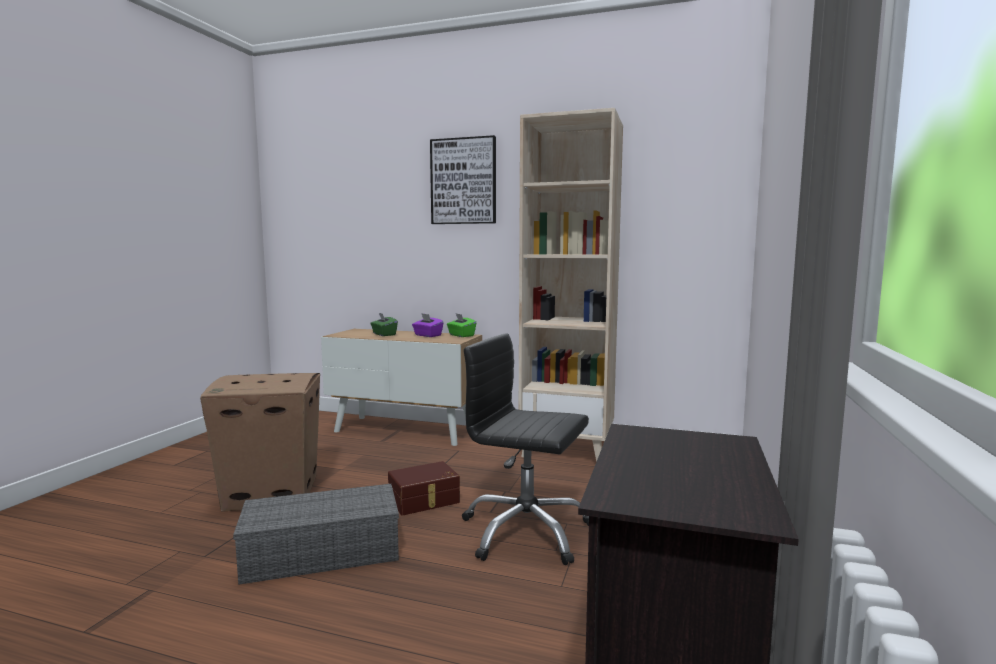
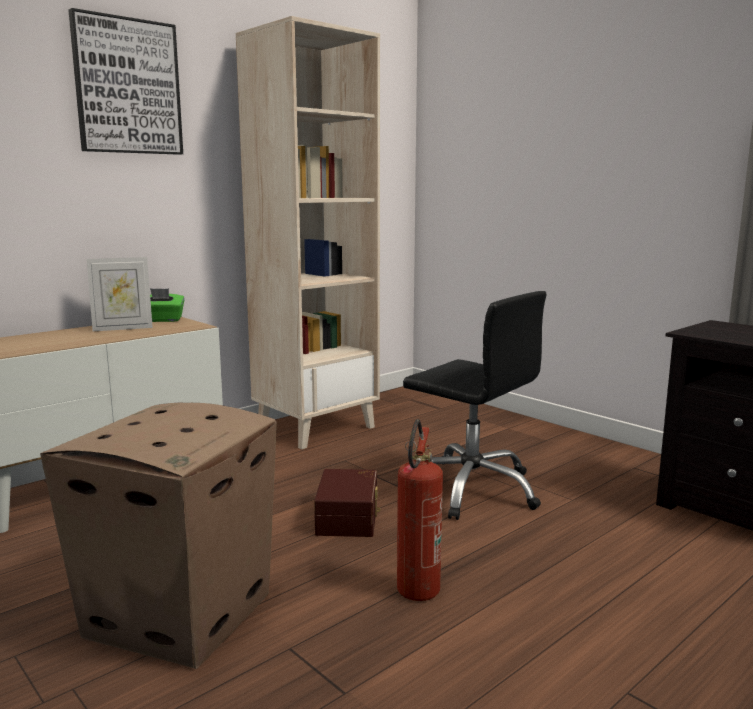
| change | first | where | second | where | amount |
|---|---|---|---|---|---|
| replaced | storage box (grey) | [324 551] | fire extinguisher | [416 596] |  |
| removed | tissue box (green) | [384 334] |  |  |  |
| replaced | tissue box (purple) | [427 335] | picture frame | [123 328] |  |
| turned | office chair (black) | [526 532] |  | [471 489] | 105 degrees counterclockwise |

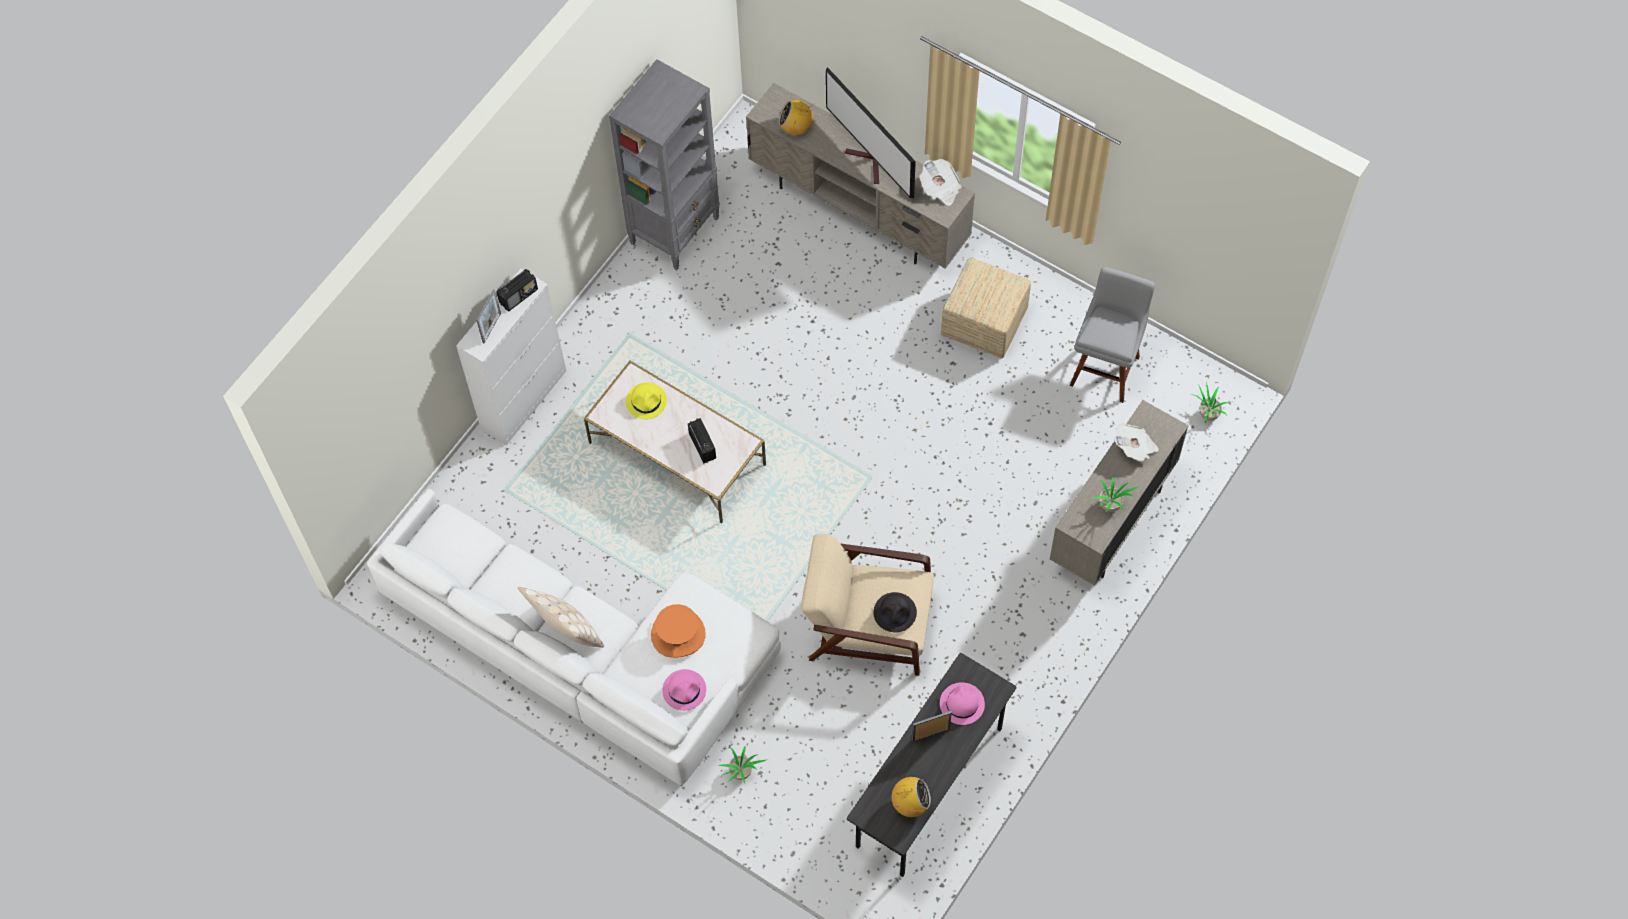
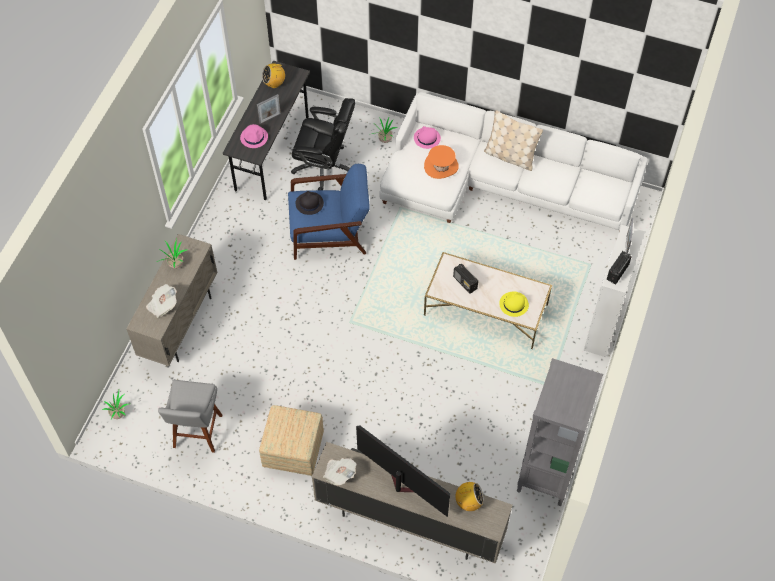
| change | first | where | second | where | amount |
|---|---|---|---|---|---|
| recoloured | armchair (beige) | [868 624] | armchair (blue) | [329 232] |  |
| added |  |  | office chair (black) | [324 167] |  |

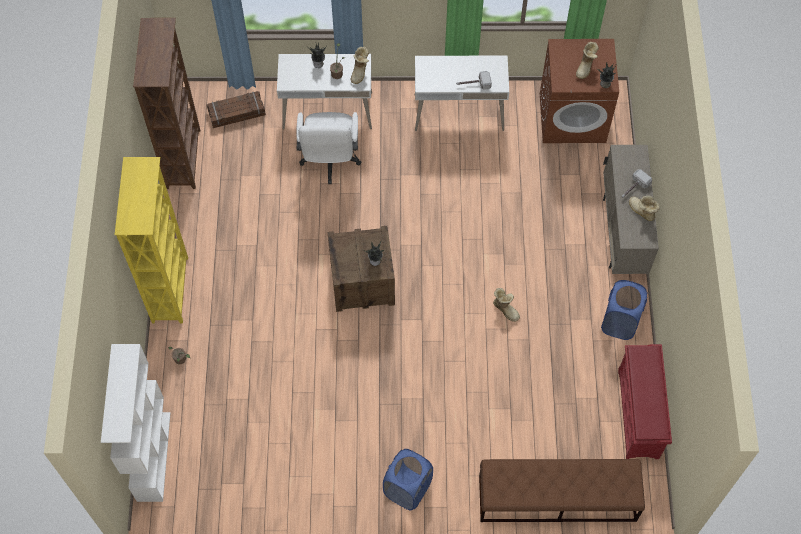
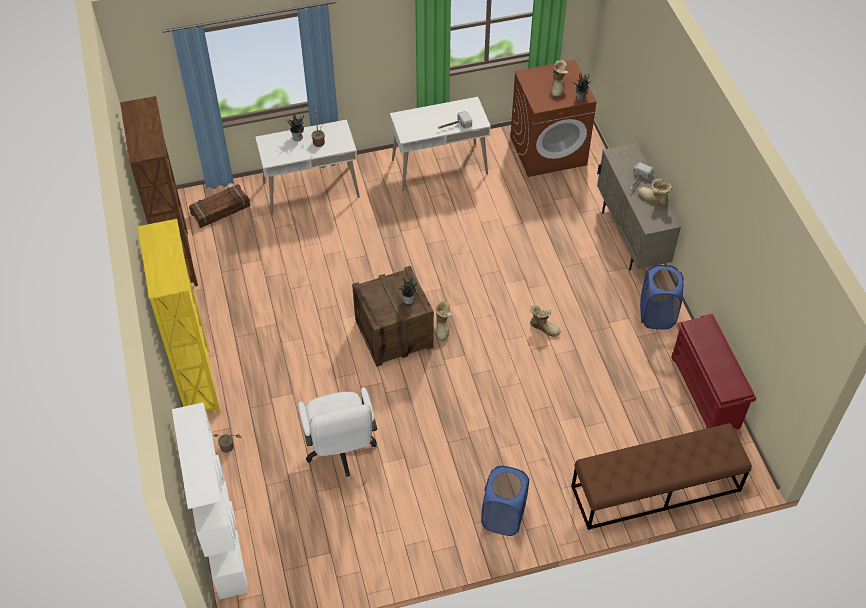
| change | first | where | second | where | amount |
|---|---|---|---|---|---|
| moved | office chair (white) | [330 162] |  | [340 450] |  |
| moved | boot | [360 72] |  | [443 328] |  |

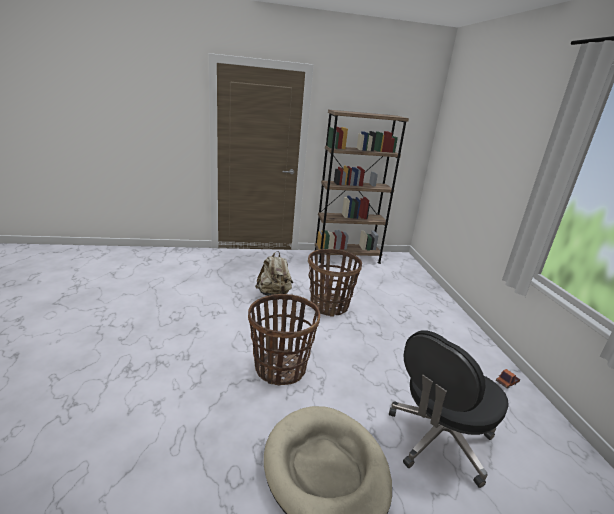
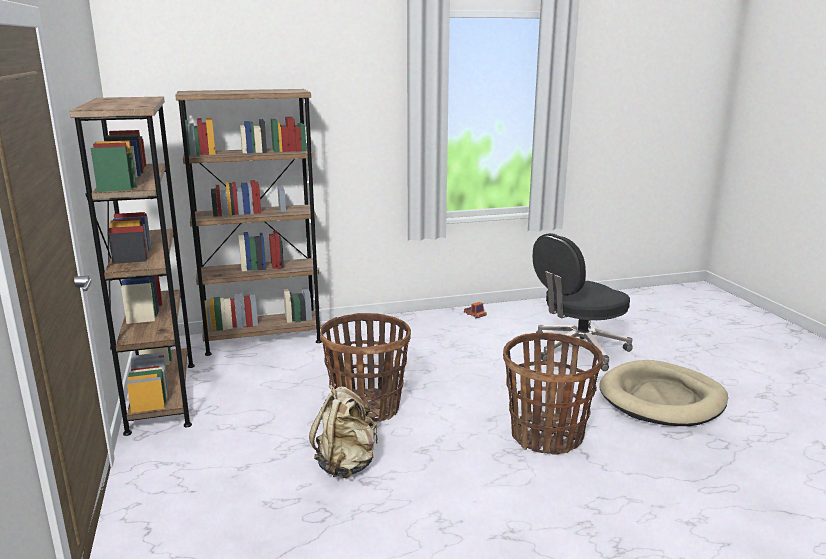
| change | first | where | second | where | amount |
|---|---|---|---|---|---|
| turned | office chair (black) | [438 439] |  | [578 350] | 105 degrees clockwise |
| added |  |  | bookcase (brown) | [263 339] |  |

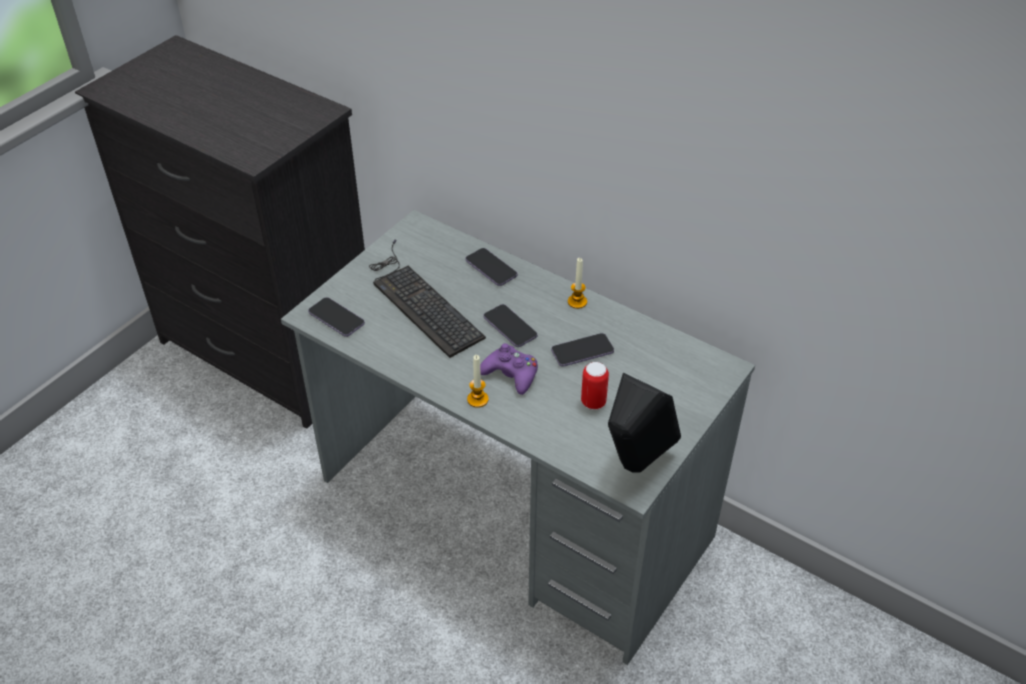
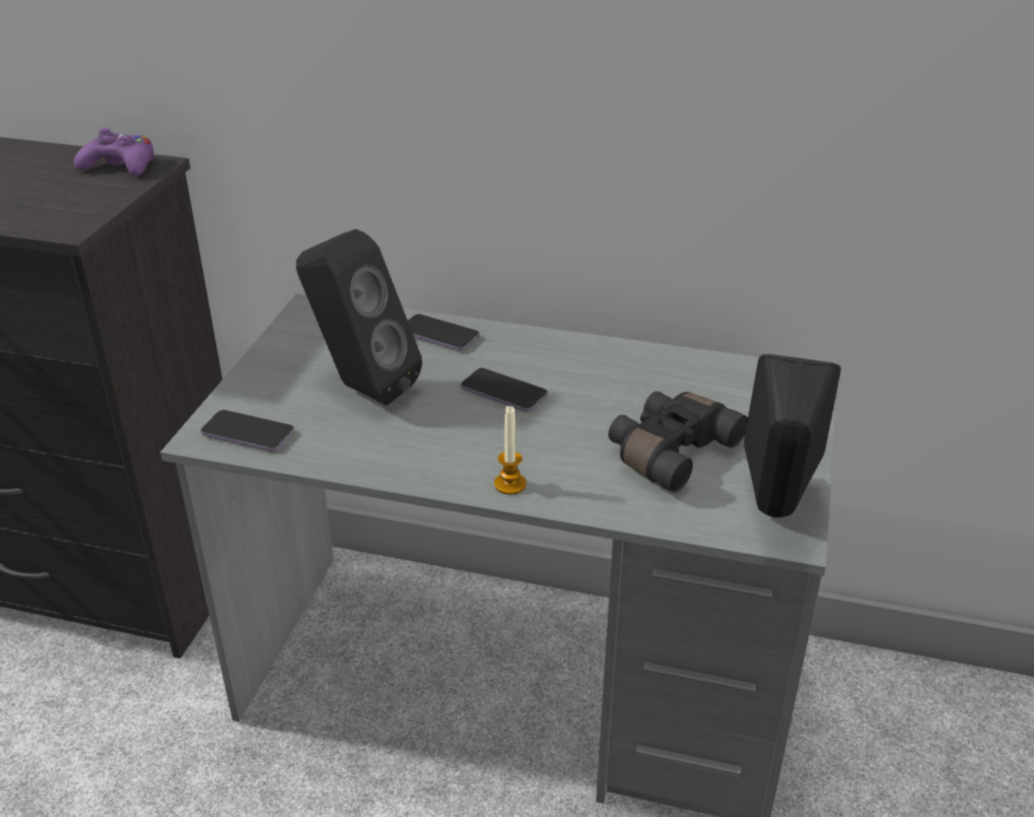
| change | first | where | second | where | amount |
|---|---|---|---|---|---|
| replaced | keyboard | [420 300] | speaker (black) | [360 388] |  |
| moved | game controller (purple) | [511 374] |  | [120 166] |  |
| removed | phone | [582 351] |  |  |  |
| removed | candle | [577 302] |  |  |  |
| replaced | can | [593 402] | binoculars (black) | [669 451] |  |

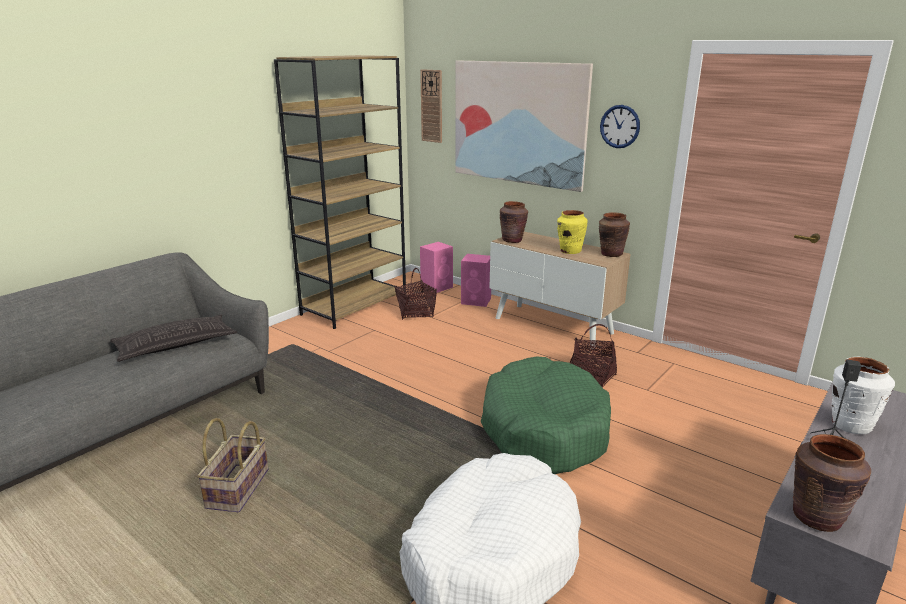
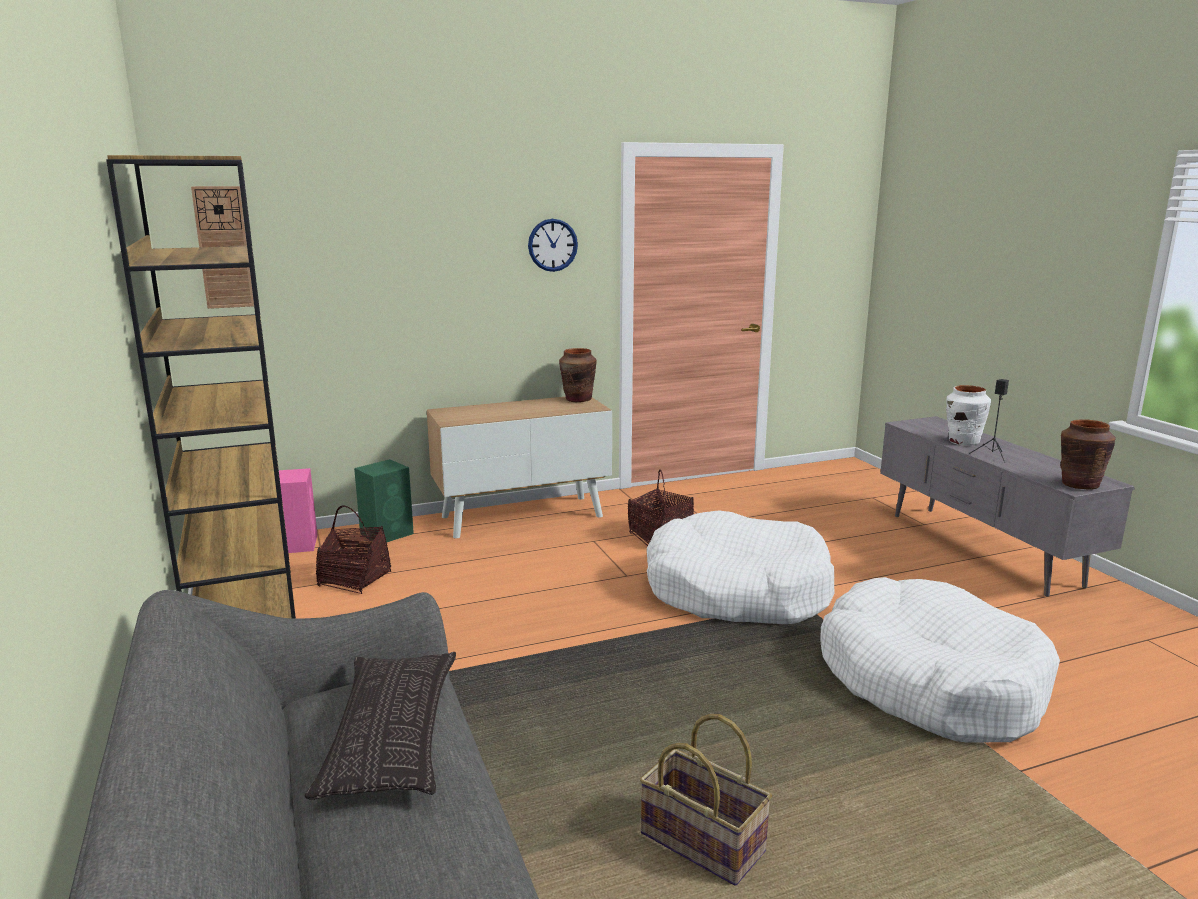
| change | first | where | second | where | amount |
|---|---|---|---|---|---|
| removed | picture | [518 123] |  |  |  |
| recoloured | speaker (pink) | [476 301] | speaker (green) | [388 534] |  |
| recoloured | dog bed (green) | [544 429] | dog bed (white) | [737 590] |  |
| removed | vase (brown) | [512 240] |  |  |  |
| removed | vase (yellow) | [570 251] |  |  |  |

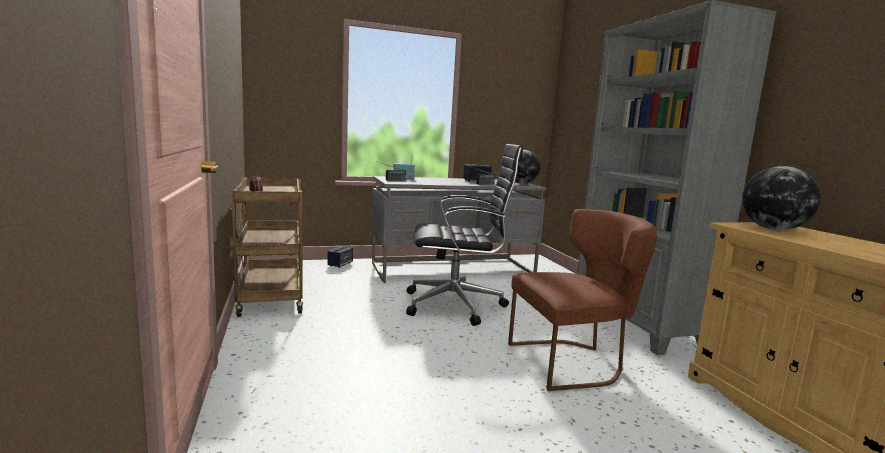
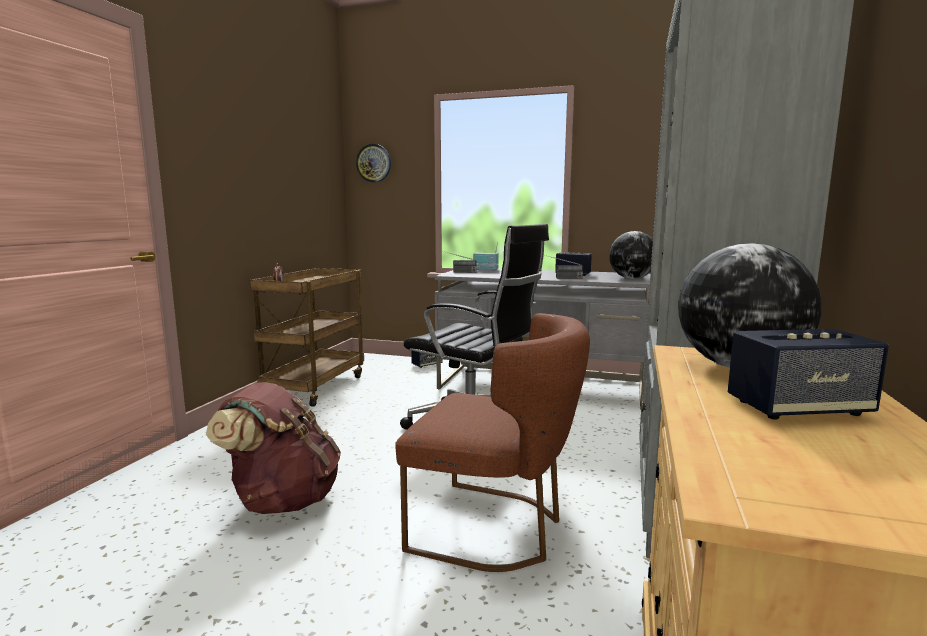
| change | first | where | second | where | amount |
|---|---|---|---|---|---|
| added |  |  | backpack (brown) | [282 500] |  |
| added |  |  | wall clock | [373 163] |  |
| added |  |  | speaker | [798 409] |  |

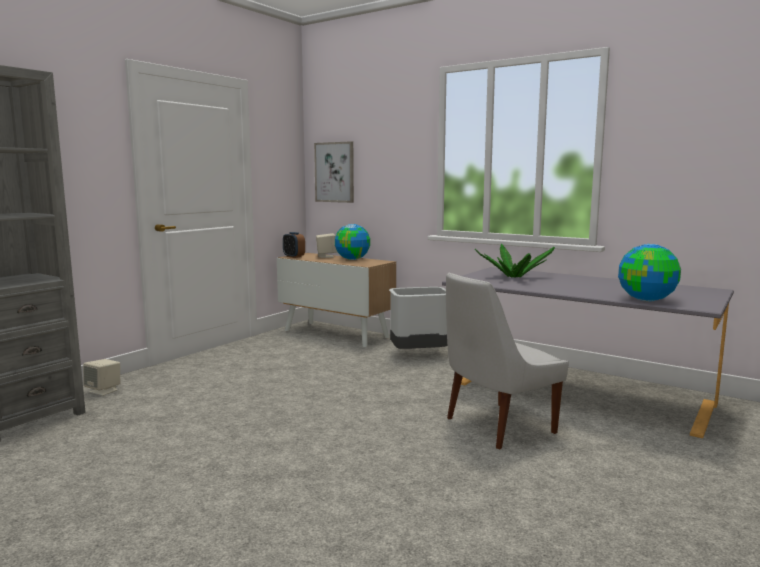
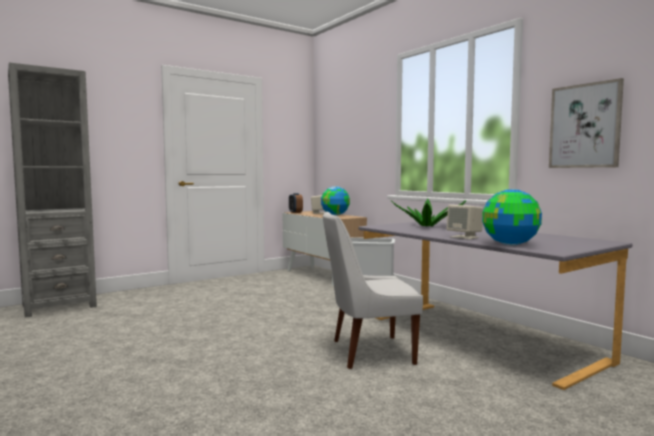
| change | first | where | second | where | amount |
|---|---|---|---|---|---|
| moved | speaker (beige) | [104 391] |  | [465 237] |  |
| moved | picture | [334 172] |  | [585 126] |  |

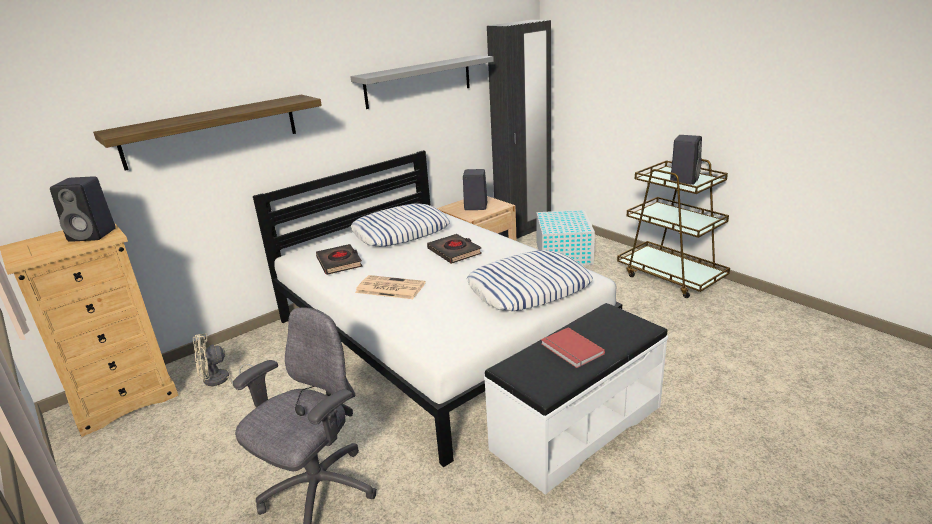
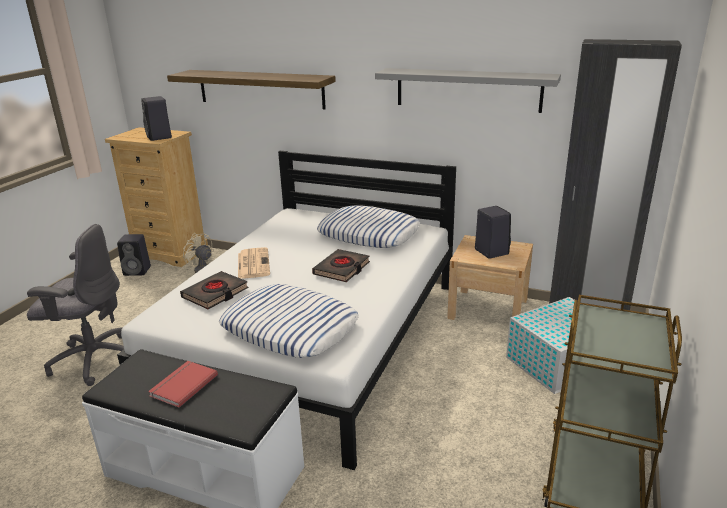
| change | first | where | second | where | amount |
|---|---|---|---|---|---|
| moved | book (black) | [339 262] |  | [215 294] |  |
| moved | speaker (black) | [684 179] |  | [138 271] |  |

